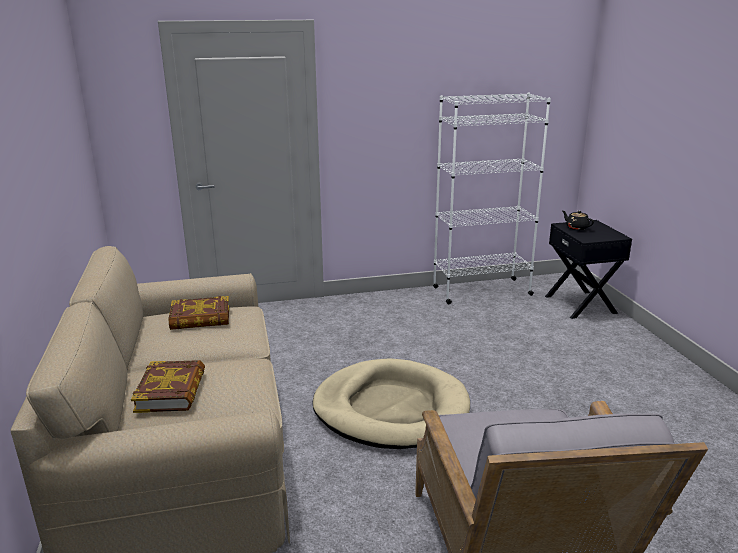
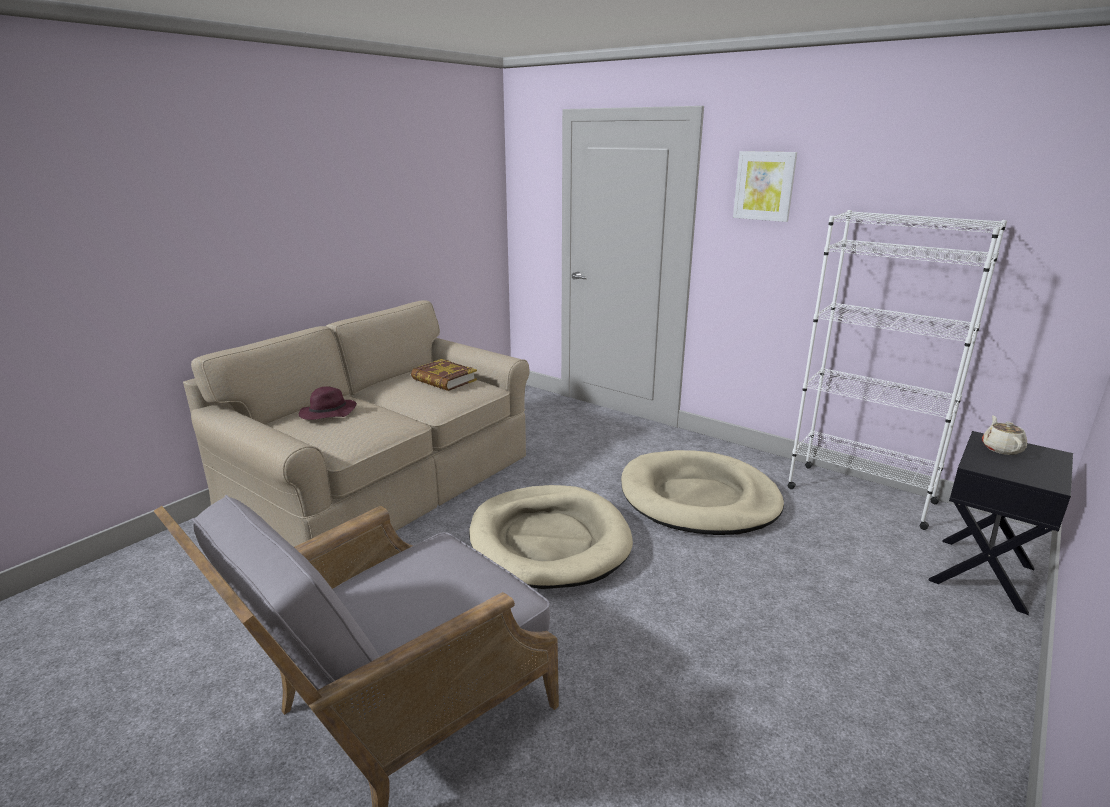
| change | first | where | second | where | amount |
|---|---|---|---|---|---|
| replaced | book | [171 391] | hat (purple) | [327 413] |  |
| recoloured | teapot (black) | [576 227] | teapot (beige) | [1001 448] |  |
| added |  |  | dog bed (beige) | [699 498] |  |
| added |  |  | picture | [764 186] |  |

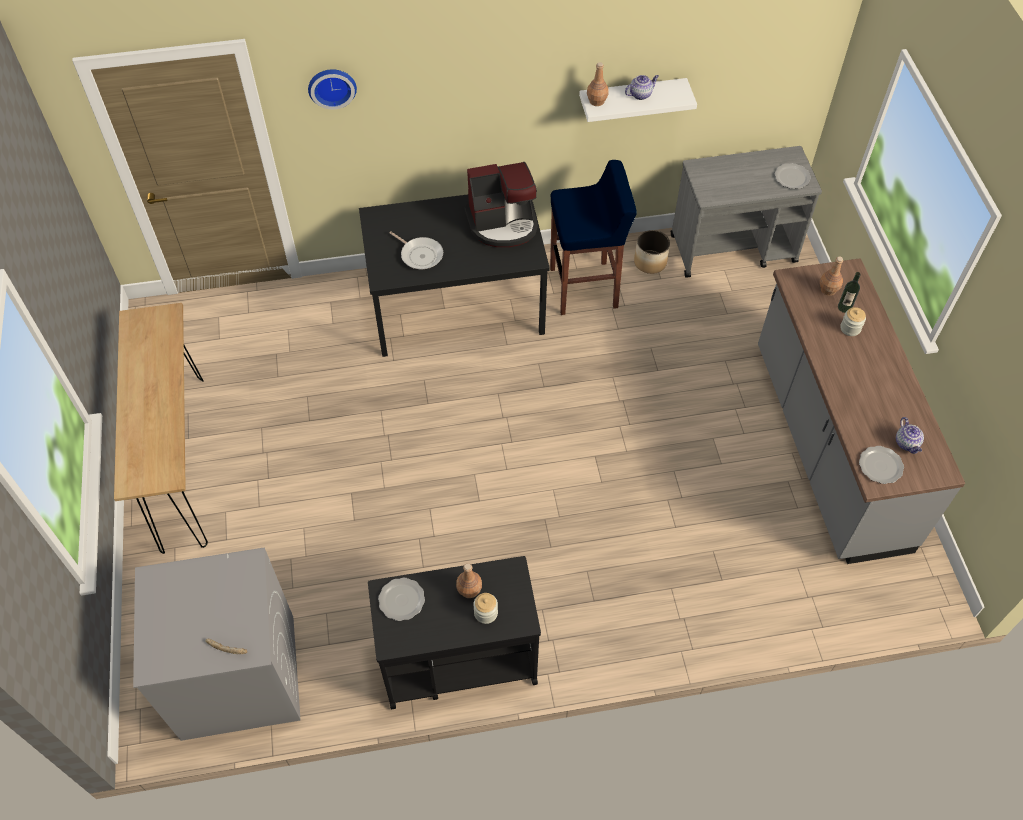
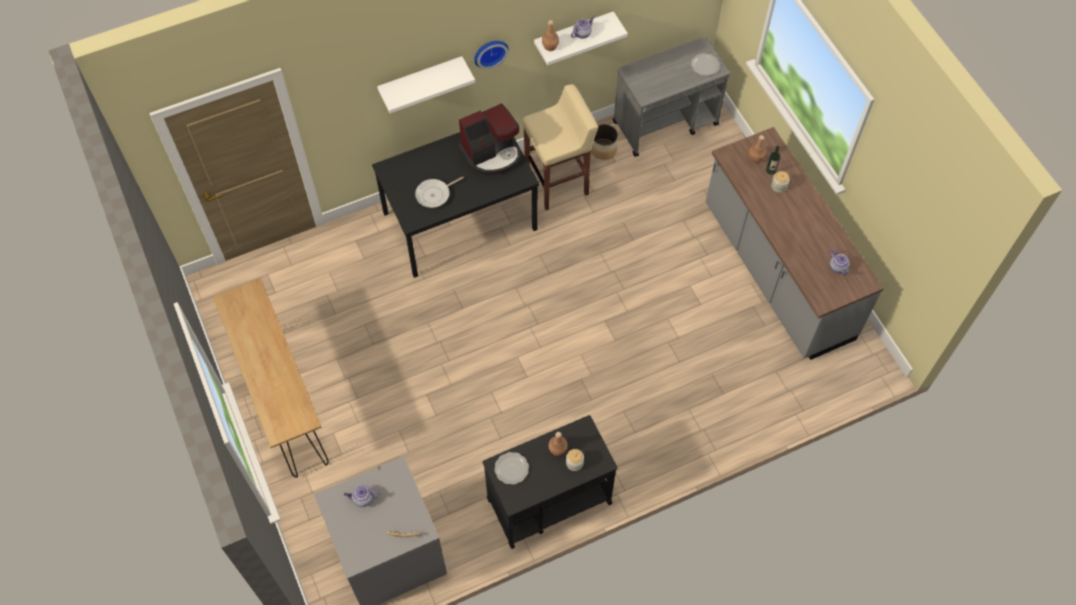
| change | first | where | second | where | amount |
|---|---|---|---|---|---|
| moved | wall clock | [332 86] |  | [490 52] |  |
| turned | frying pan | [420 255] |  | [435 194] | 120 degrees clockwise |
| recoloured | stool (blue) | [585 288] | stool (beige) | [558 183] |  |
| removed | plate | [880 466] |  |  |  |
| added |  |  | teapot | [363 499] |  |
| added |  |  | shelf (white) | [421 80] |  |

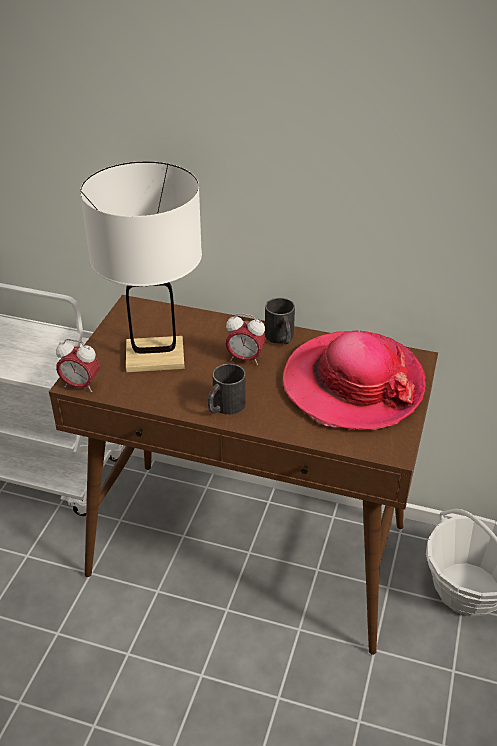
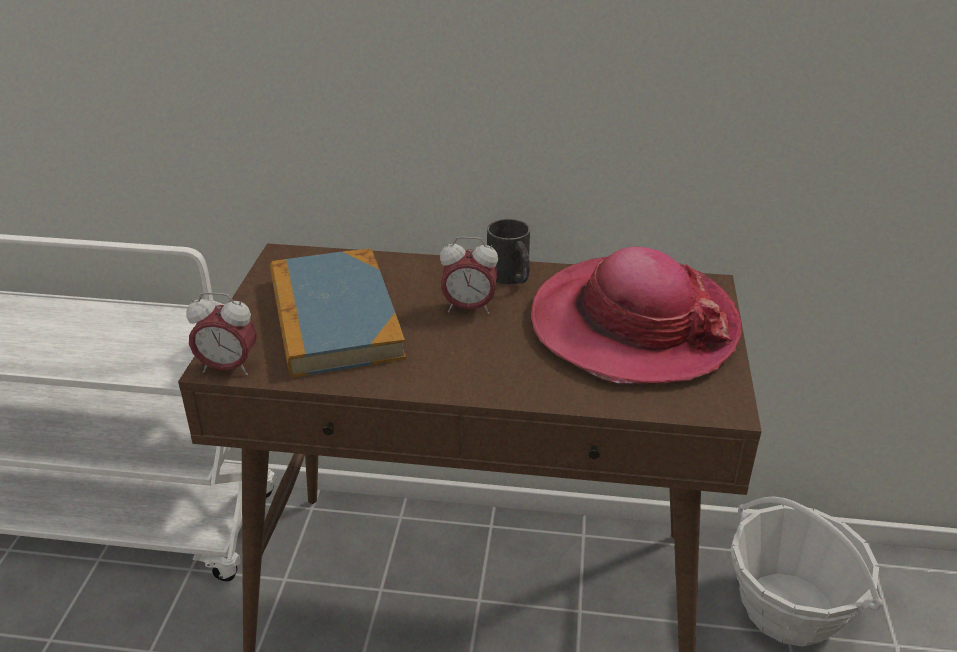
| change | first | where | second | where | amount |
|---|---|---|---|---|---|
| replaced | table lamp (white) | [155 356] | book | [334 317] |  |
| removed | mug (black) | [224 407] |  |  |  |

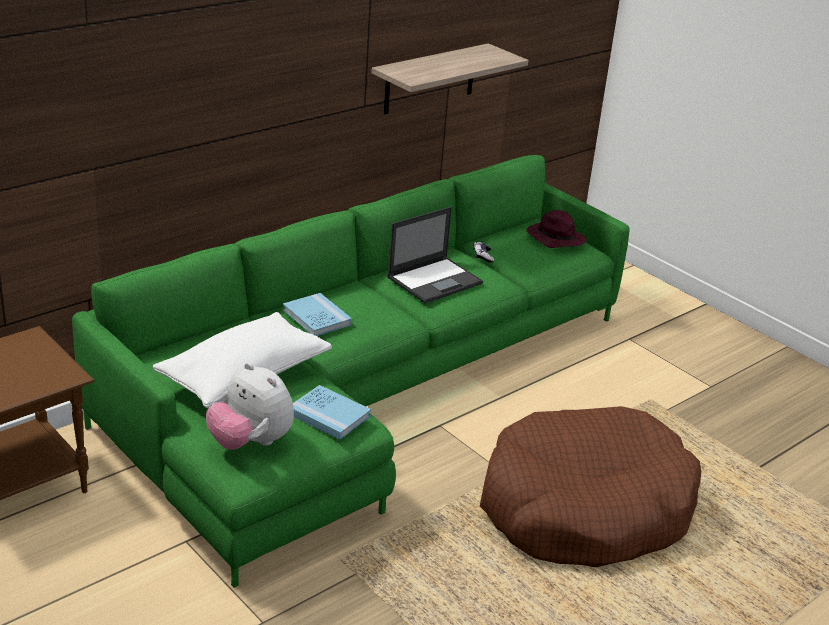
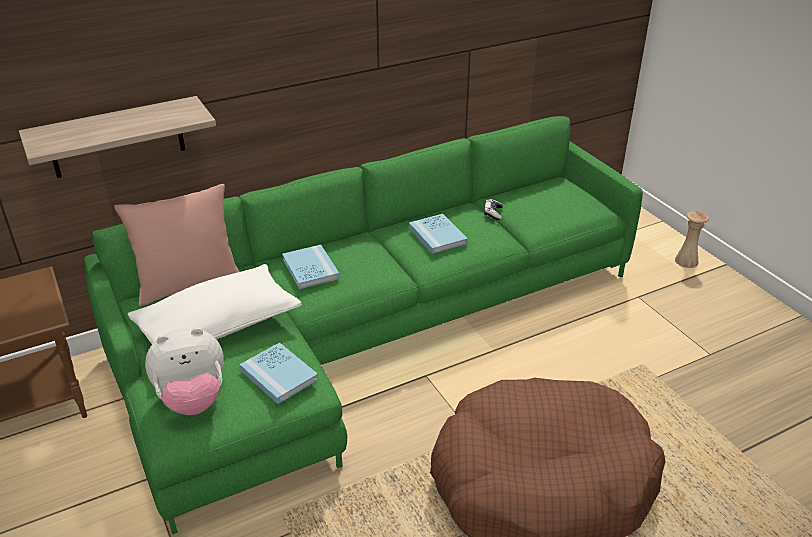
| change | first | where | second | where | amount |
|---|---|---|---|---|---|
| turned | plush toy | [250 442] |  | [193 399] | 75 degrees counterclockwise |
| moved | shelf | [430 79] |  | [117 138] |  |
| replaced | laptop | [435 280] | book (blue) | [437 236] |  |
| removed | hat (purple) | [554 239] |  |  |  |
| added |  |  | pillow (pink) | [190 286] |  |
| added |  |  | vase (beige) | [686 261] |  |

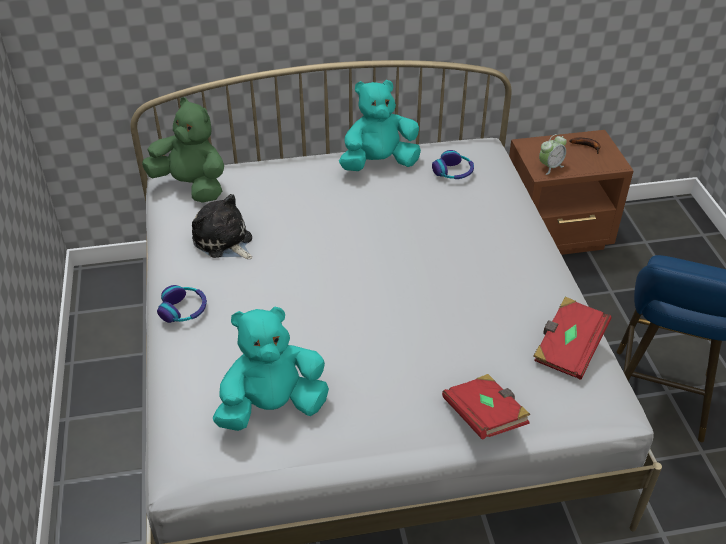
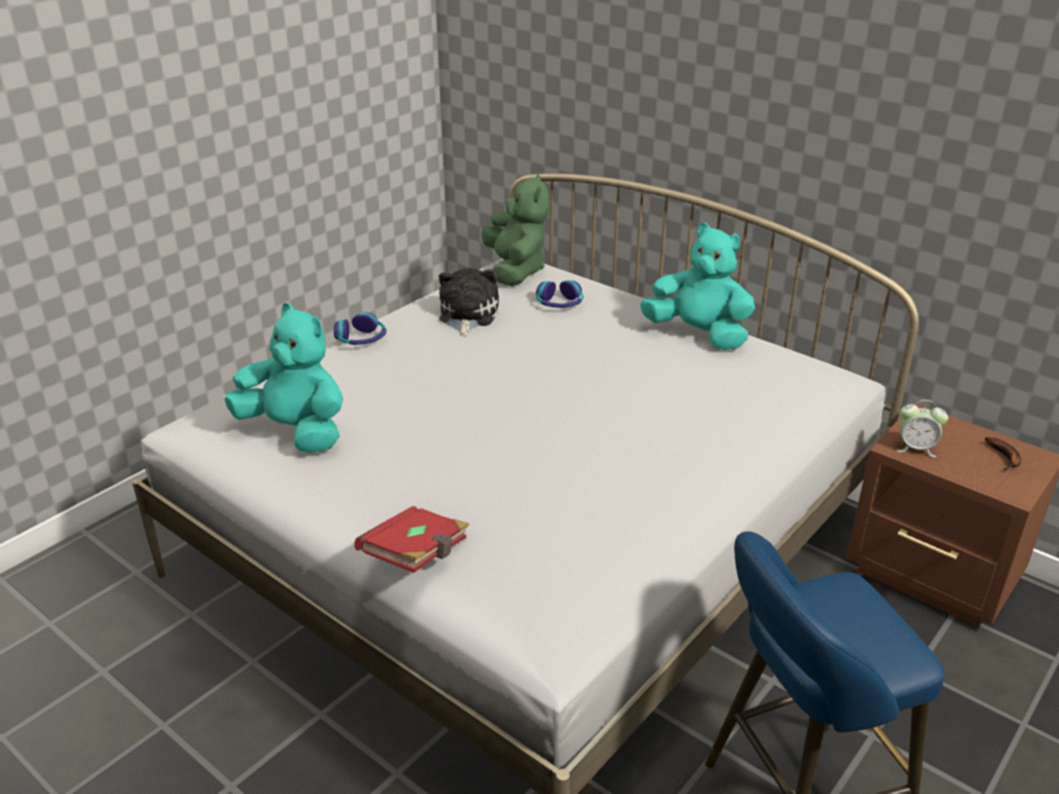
| change | first | where | second | where | amount |
|---|---|---|---|---|---|
| moved | headphones | [453 172] |  | [559 303] |  |
| removed | book (red) | [568 348] |  |  |  |

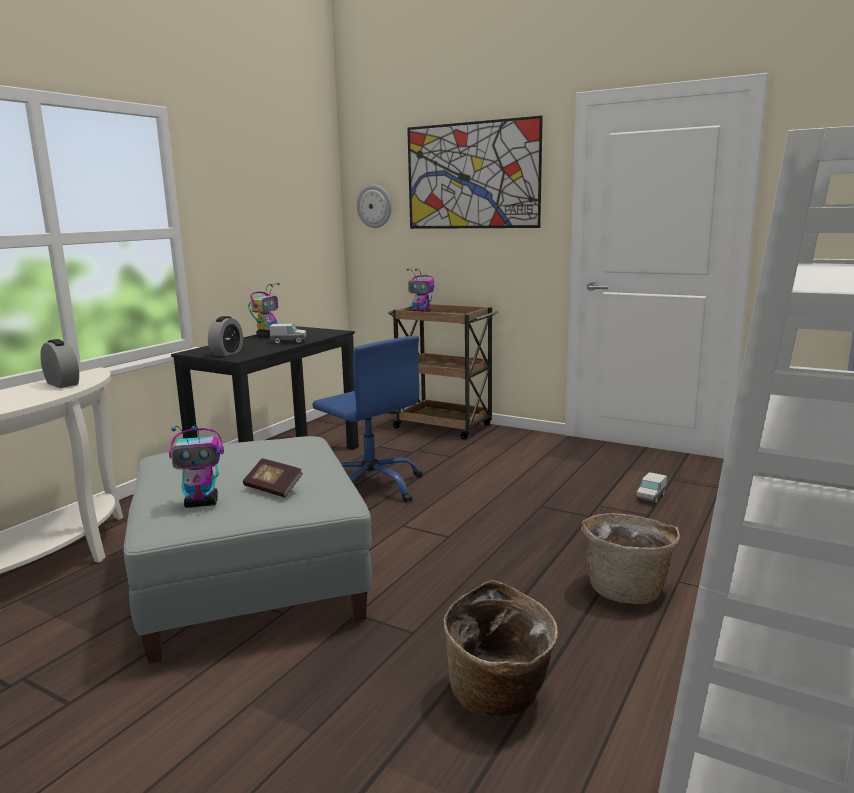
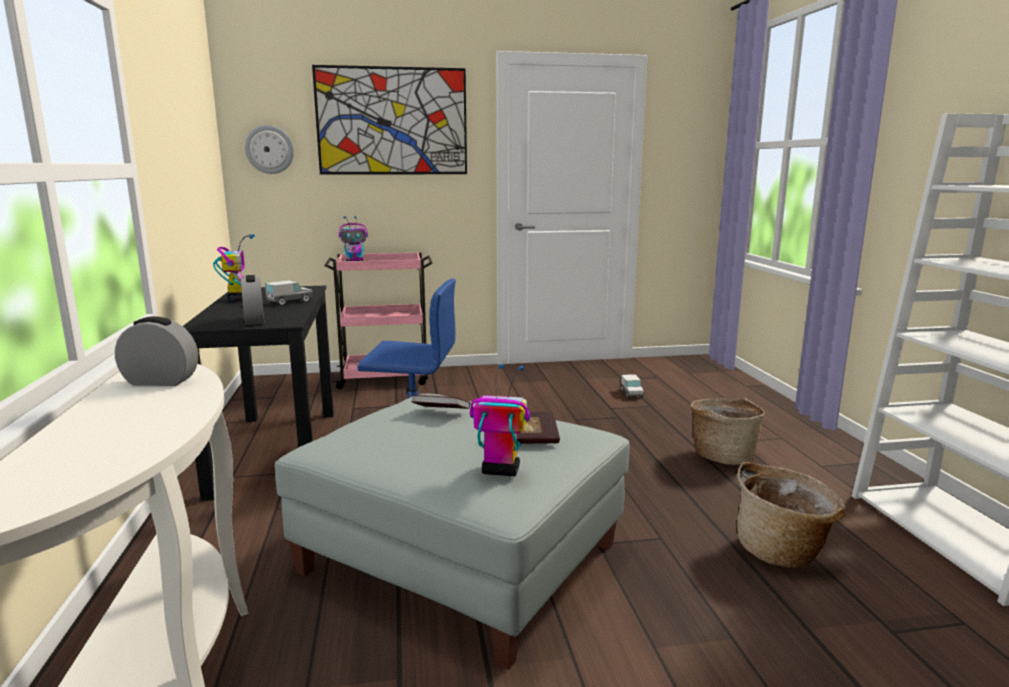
| change | first | where | second | where | amount |
|---|---|---|---|---|---|
| turned | toy robot | [202 503] |  | [500 471] | 120 degrees counterclockwise |
| recoloured | cart (brown) | [444 427] | cart (pink) | [385 378] |  |
| added |  |  | book | [441 413] |  |

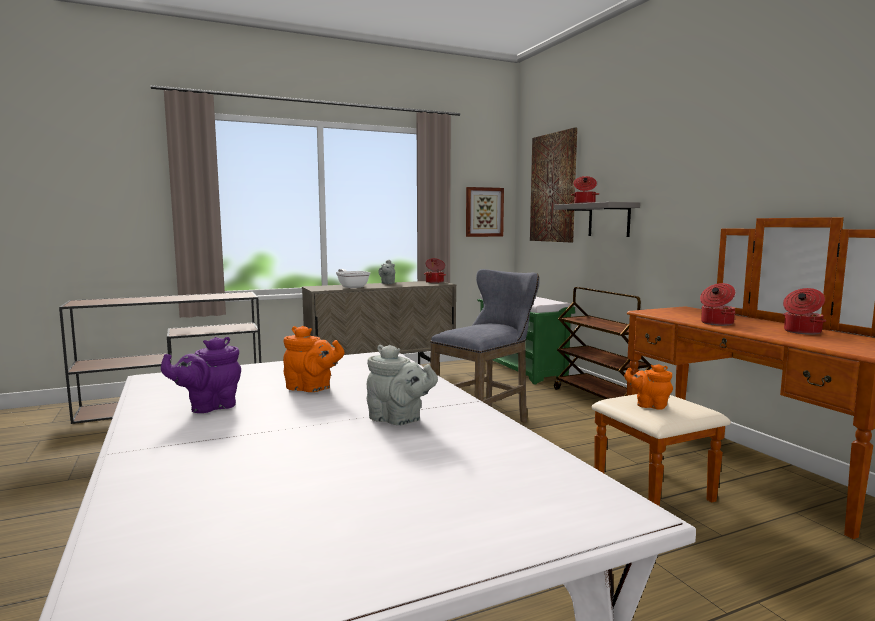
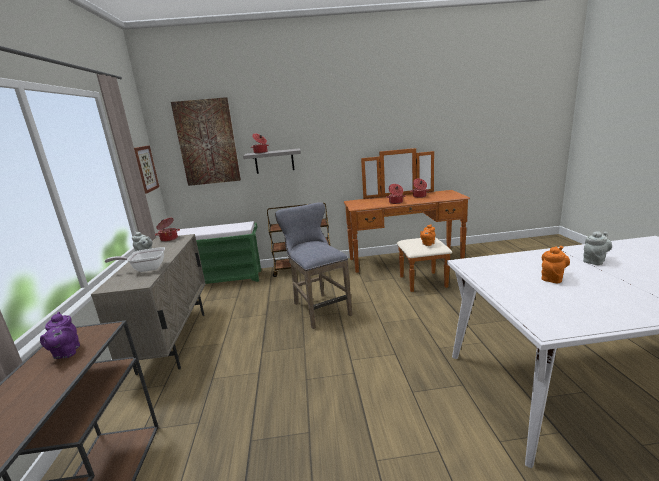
| change | first | where | second | where | amount |
|---|---|---|---|---|---|
| moved | teapot (purple) | [209 407] |  | [66 353] |  |

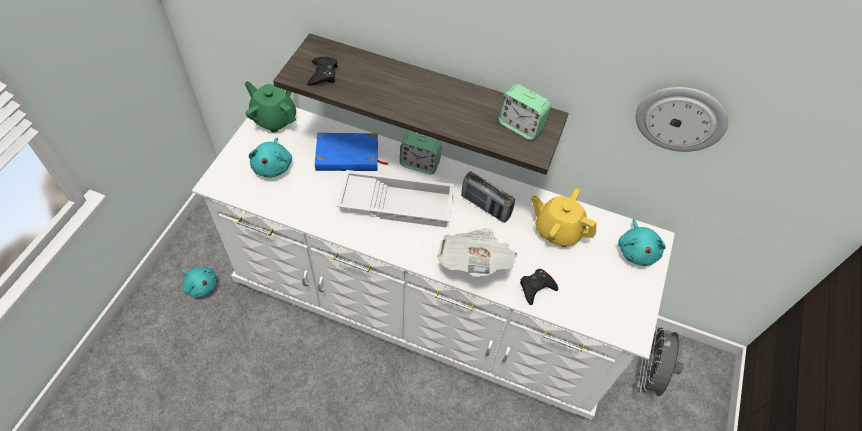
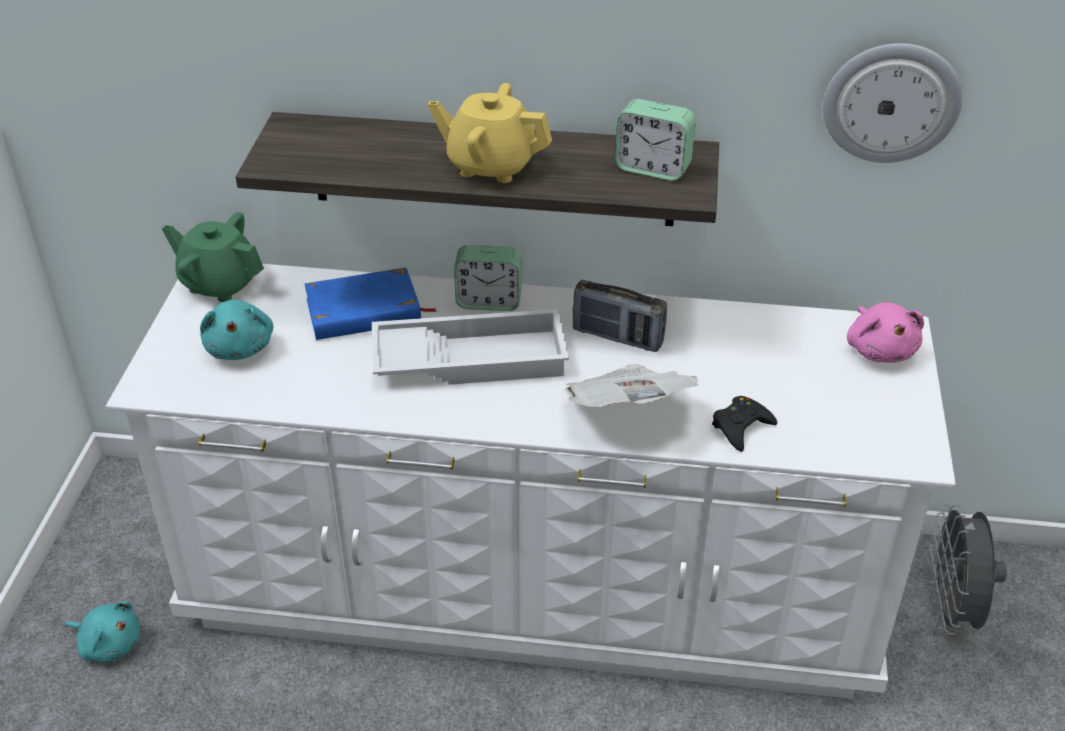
| change | first | where | second | where | amount |
|---|---|---|---|---|---|
| removed | game controller (black) | [323 74] |  |  |  |
| moved | teapot (yellow) | [557 230] |  | [491 165] |  |
| recoloured | plush toy (turquoise) | [637 250] | plush toy (pink) | [880 349] |  |

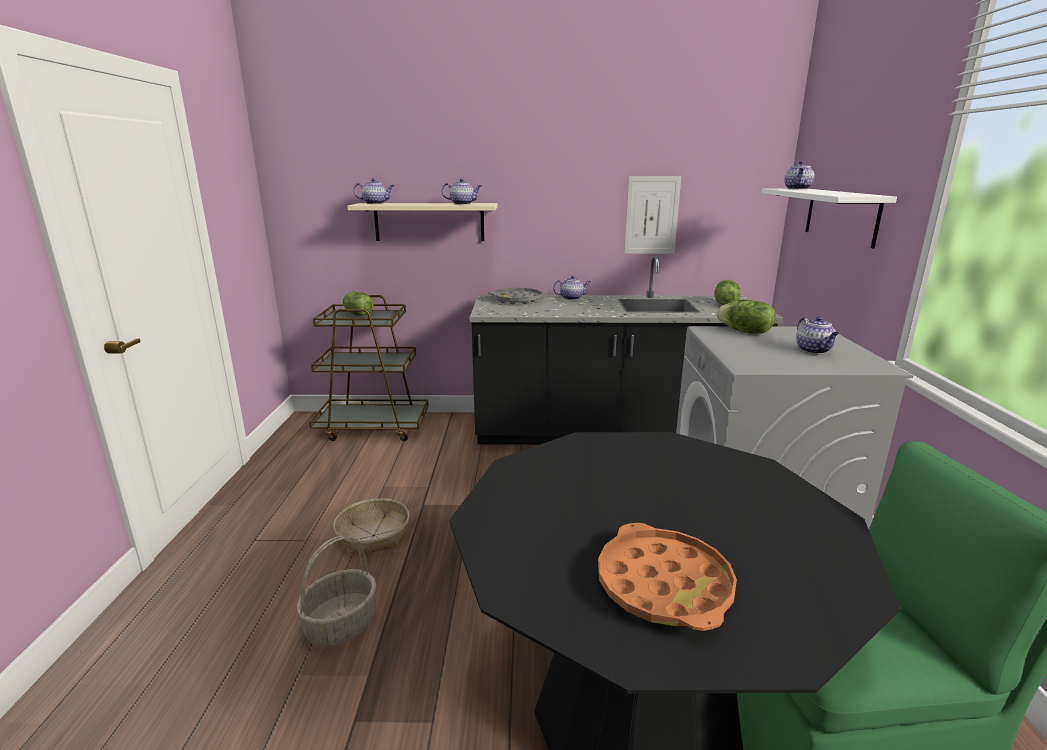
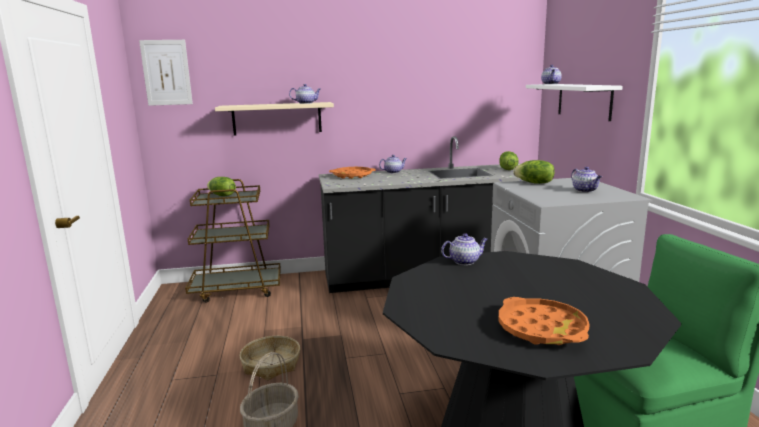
| change | first | where | second | where | amount |
|---|---|---|---|---|---|
| moved | teapot | [375 203] |  | [464 261] |  |
| recoloured | tray (grey) | [517 300] | tray (orange) | [352 176] |  |
| moved | picture | [651 215] |  | [166 72] |  |

